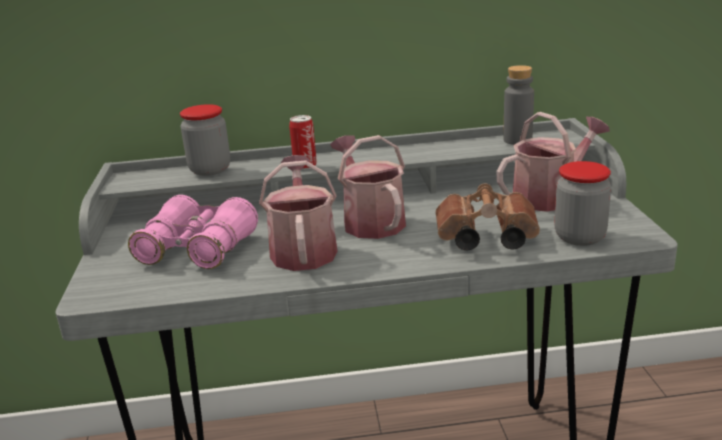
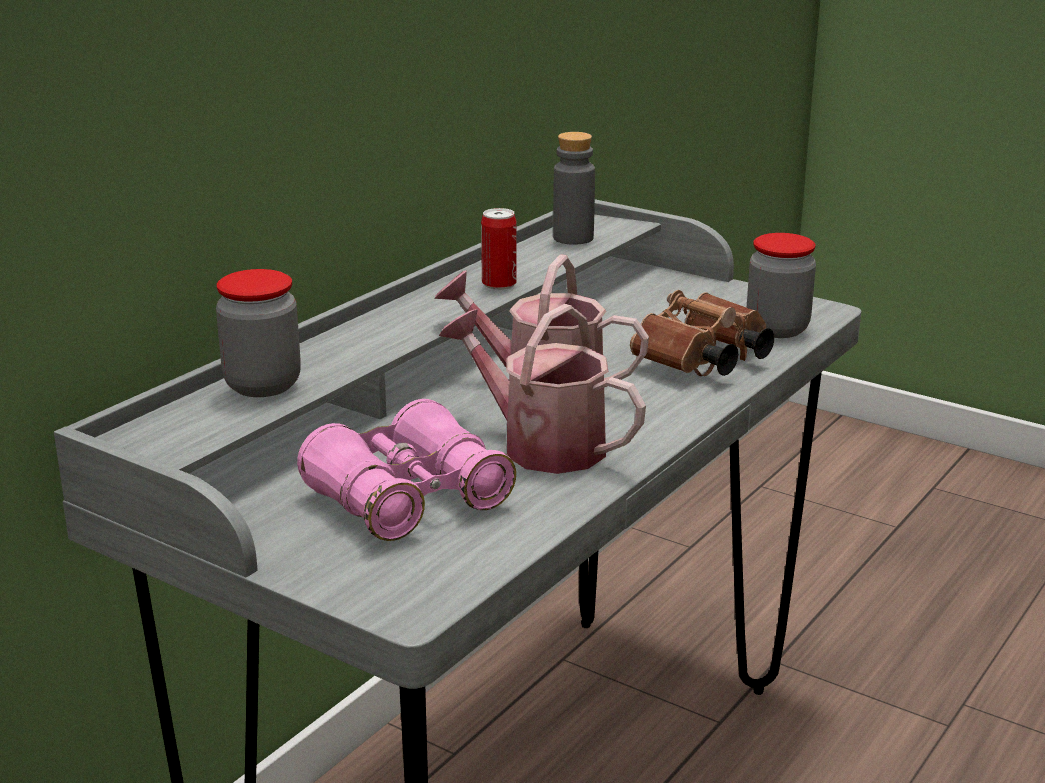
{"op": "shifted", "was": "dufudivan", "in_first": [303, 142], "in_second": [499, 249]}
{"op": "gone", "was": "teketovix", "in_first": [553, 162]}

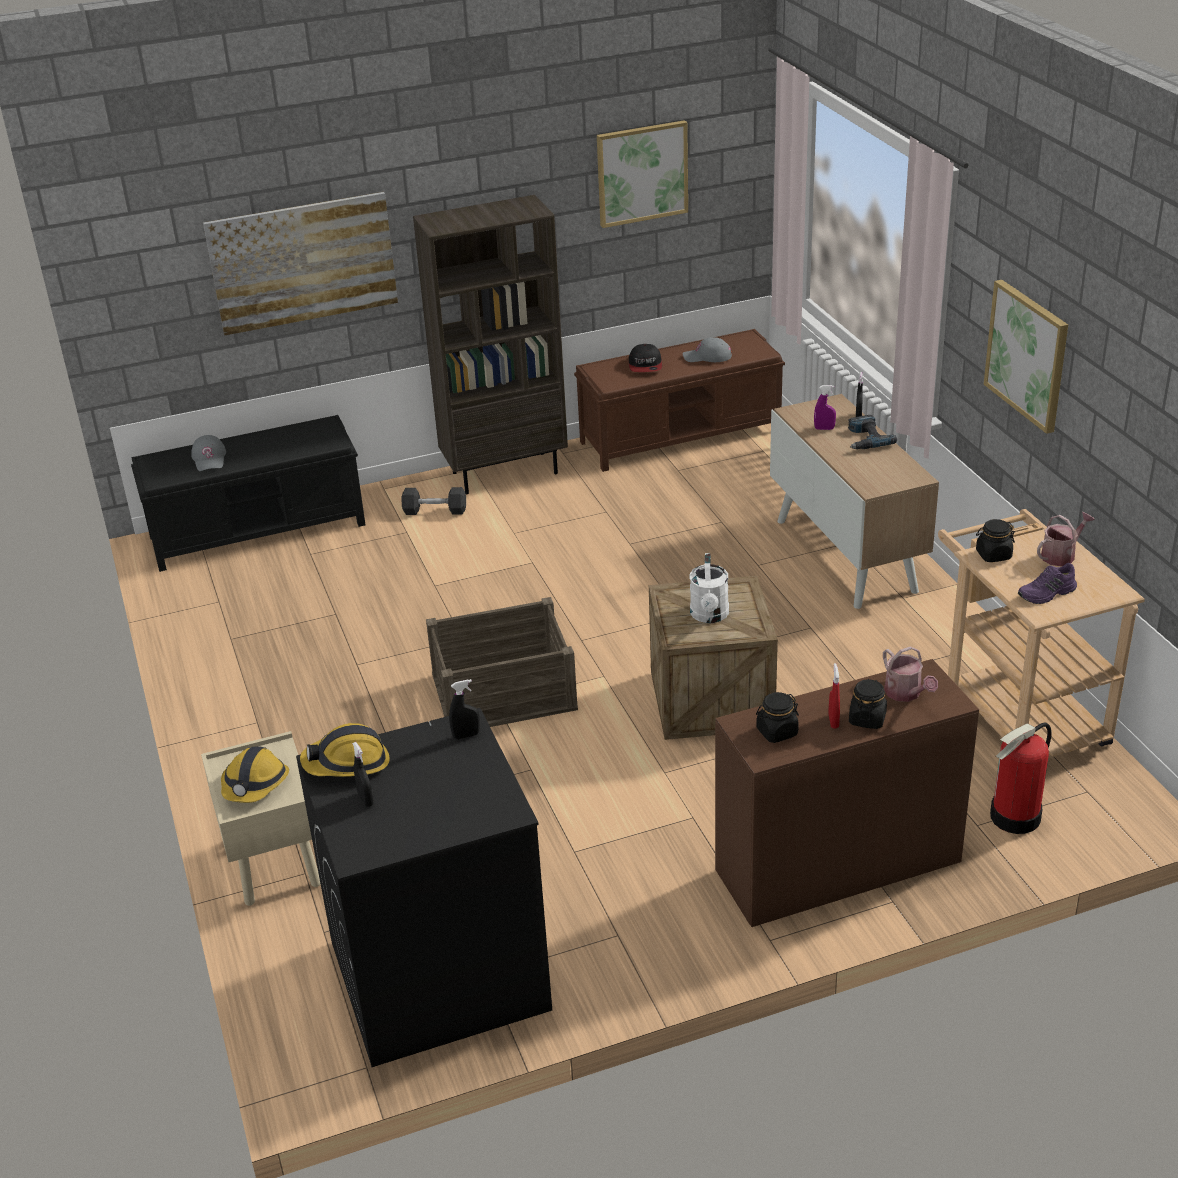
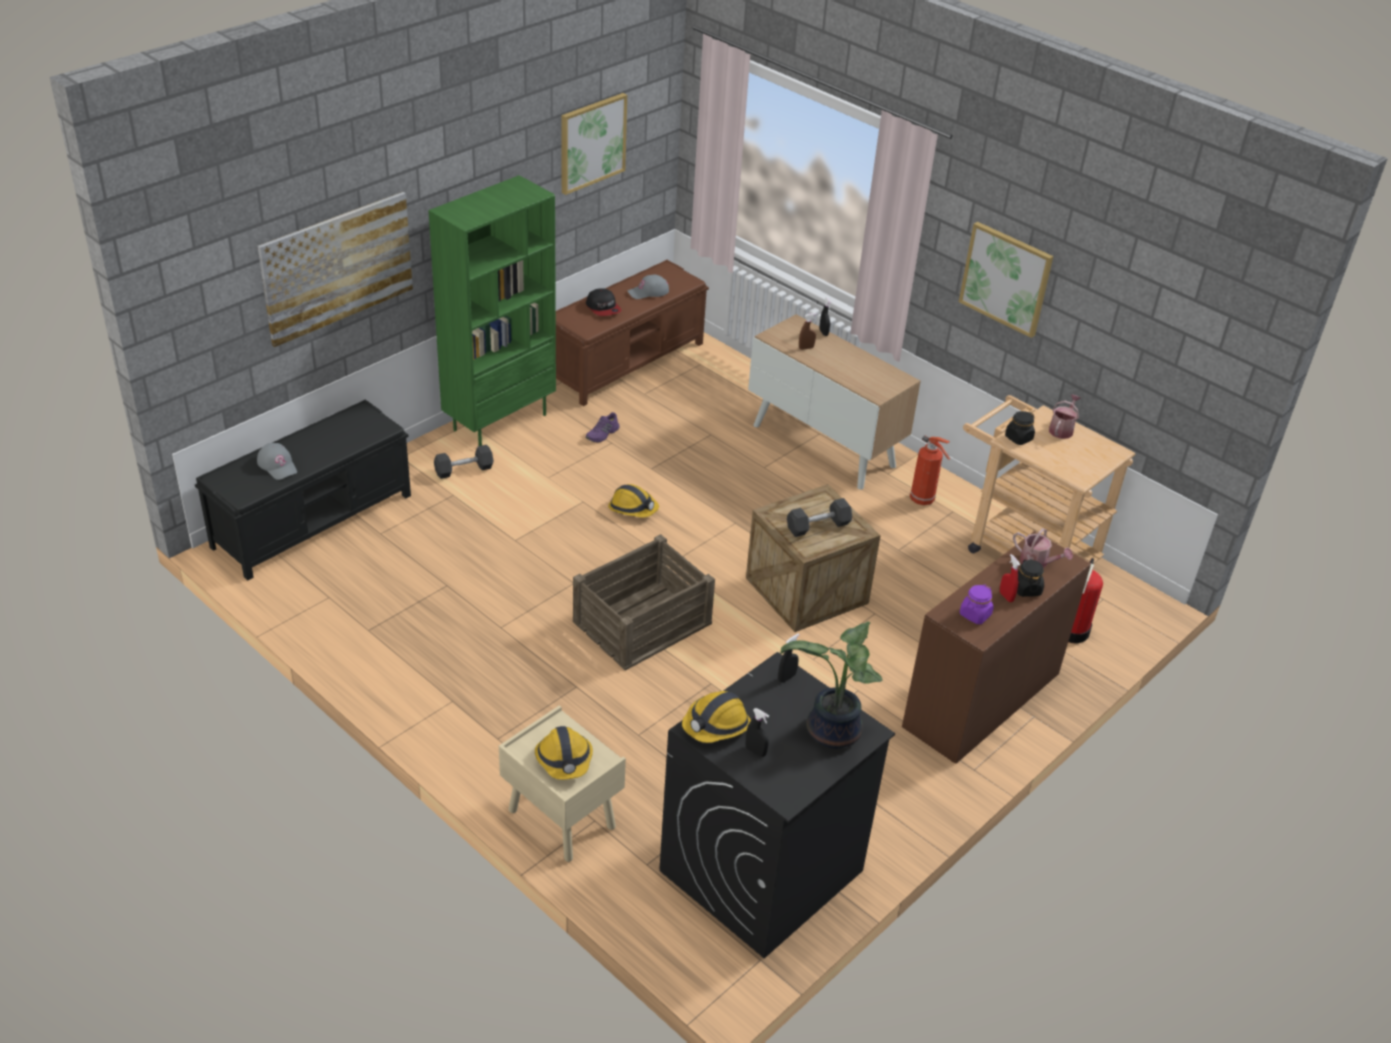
{"op": "repainted", "was": "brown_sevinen", "now": "green_sevinen", "in_first": [490, 344], "in_second": [492, 310]}
{"op": "shifted", "was": "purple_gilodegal", "in_first": [1047, 583], "in_second": [603, 427]}
{"op": "new", "now": "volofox", "in_second": [633, 500]}
{"op": "new", "now": "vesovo", "in_second": [831, 684]}
{"op": "swapped", "was": "white_teketovix", "now": "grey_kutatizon", "in_first": [709, 588], "in_second": [819, 517]}
{"op": "repainted", "was": "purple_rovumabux", "now": "brown_rovumabux", "in_first": [825, 407], "in_second": [808, 331]}
{"op": "new", "now": "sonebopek", "in_second": [930, 470]}
{"op": "repainted", "was": "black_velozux", "now": "purple_velozux", "in_first": [777, 717], "in_second": [977, 604]}
{"op": "gone", "was": "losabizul", "in_first": [872, 432]}

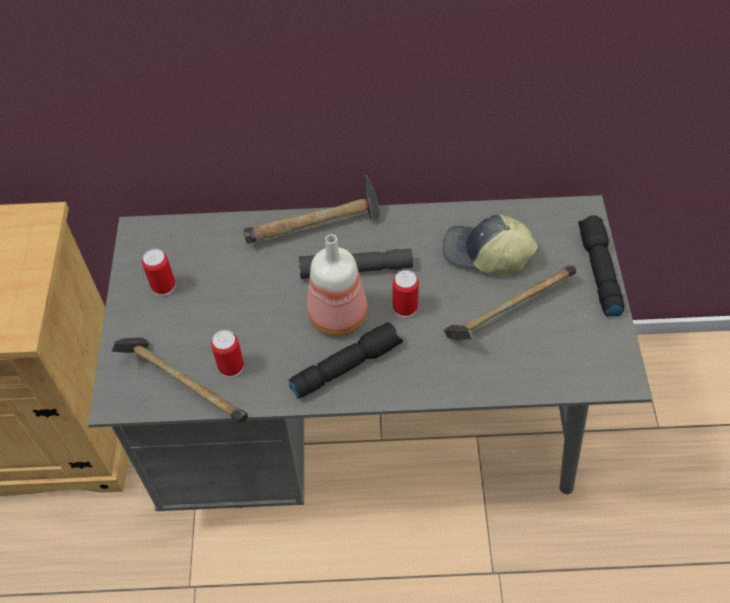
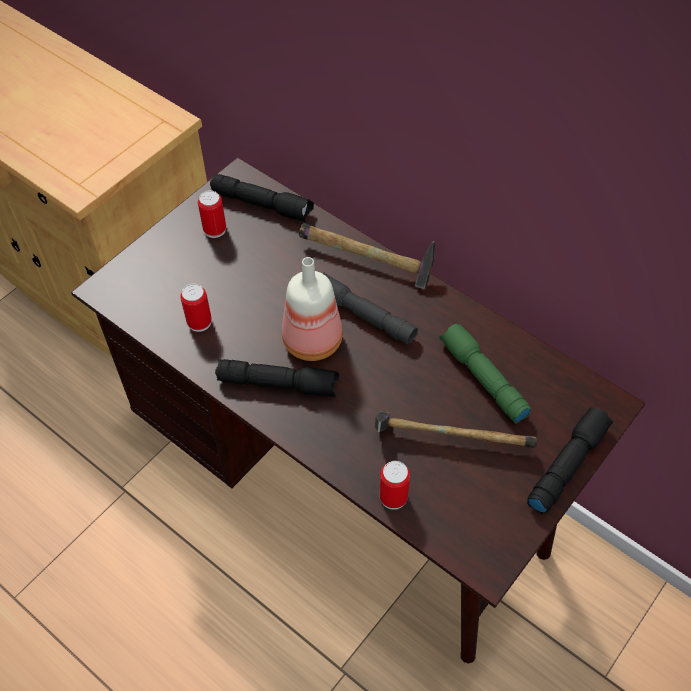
{"op": "repainted", "was": "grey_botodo", "now": "brown_botodo", "in_first": [370, 353], "in_second": [358, 410]}
{"op": "new", "now": "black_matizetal", "in_second": [262, 198]}
{"op": "shifted", "was": "dufudivan", "in_first": [406, 294], "in_second": [394, 485]}
{"op": "swapped", "was": "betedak", "now": "green_matizetal", "in_first": [490, 244], "in_second": [485, 374]}
{"op": "gone", "was": "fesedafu", "in_first": [179, 380]}

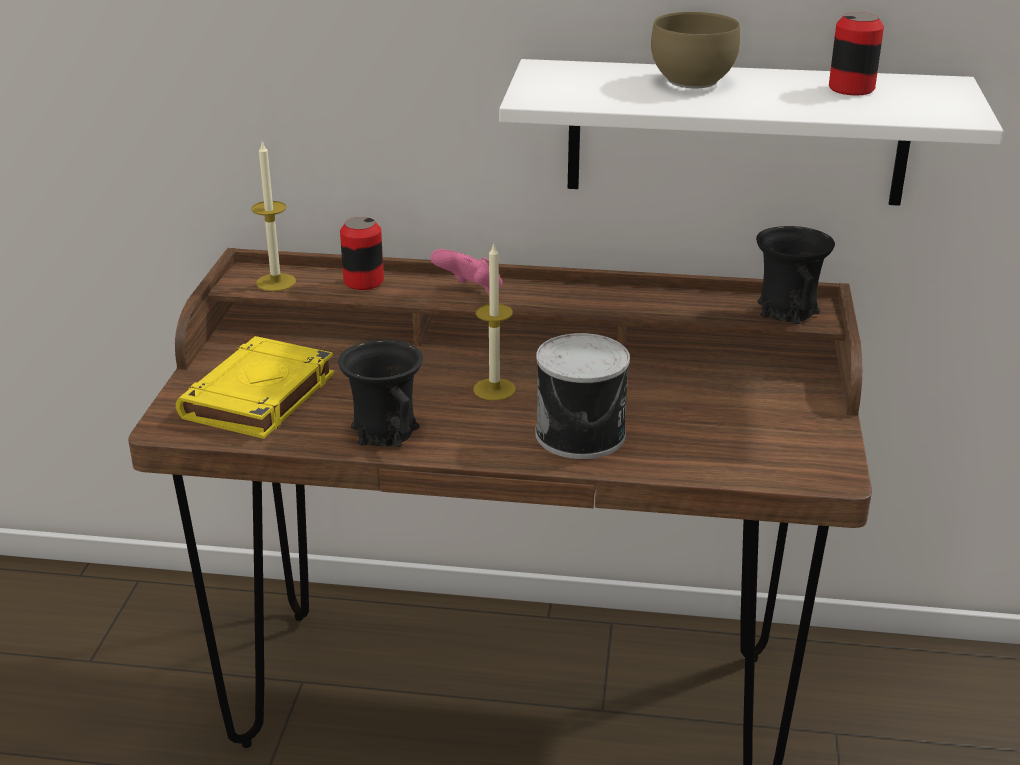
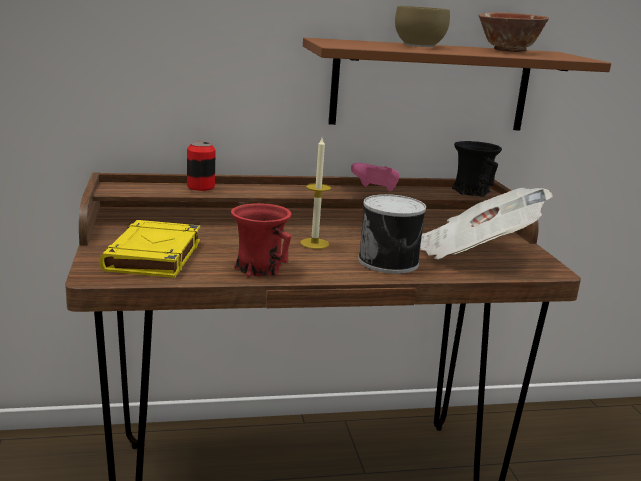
{"op": "repainted", "was": "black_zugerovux", "now": "red_zugerovux", "in_first": [380, 393], "in_second": [261, 240]}
{"op": "repainted", "was": "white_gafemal", "now": "brown_gafemal", "in_first": [751, 132], "in_second": [457, 84]}
{"op": "shifted", "was": "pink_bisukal", "in_first": [466, 271], "in_second": [375, 177]}
{"op": "new", "now": "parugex", "in_second": [486, 223]}
{"op": "swapped", "was": "dufudivan", "now": "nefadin", "in_first": [856, 53], "in_second": [513, 32]}
{"op": "gone", "was": "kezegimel", "in_first": [273, 216]}

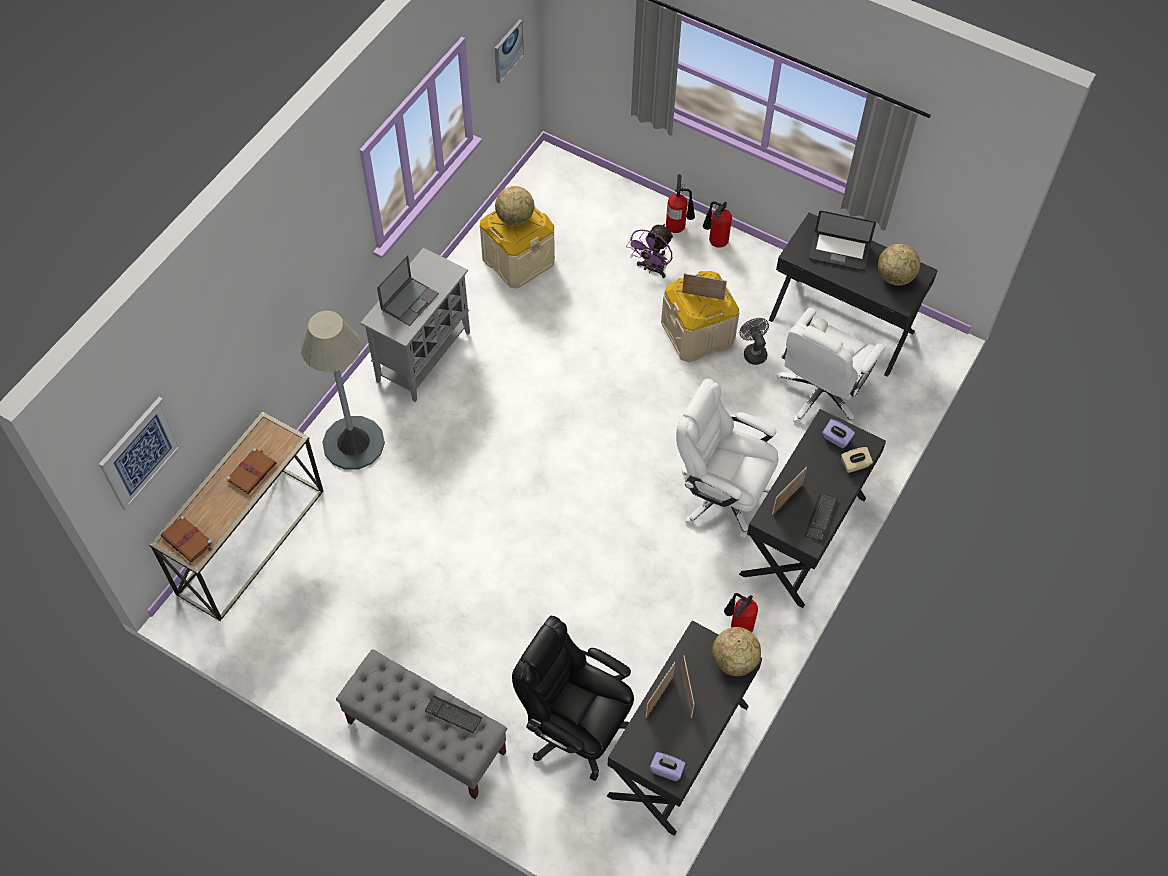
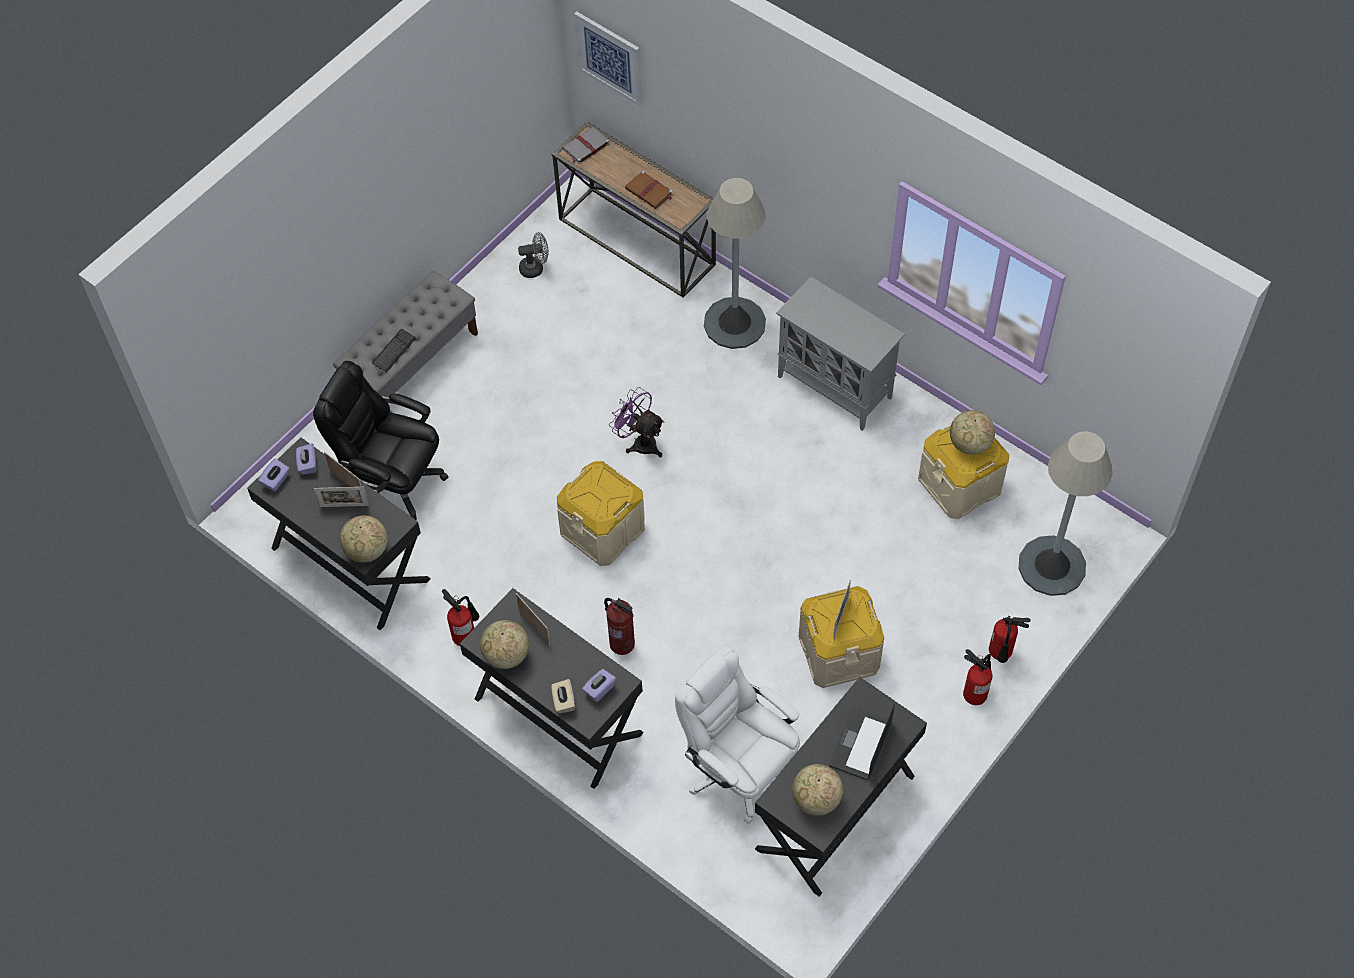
{"op": "new", "now": "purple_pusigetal", "in_second": [306, 459]}
{"op": "rotated", "was": "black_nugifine", "in_first": [573, 698], "in_second": [380, 440], "clockwise": -105}
{"op": "swapped", "was": "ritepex", "now": "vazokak", "in_first": [821, 517], "in_second": [504, 644]}
{"op": "shifted", "was": "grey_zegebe", "in_first": [754, 341], "in_second": [533, 255]}
{"op": "new", "now": "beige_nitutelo", "in_second": [601, 513]}
{"op": "repainted", "was": "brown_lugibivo", "now": "grey_lugibivo", "in_first": [187, 538], "in_second": [586, 145]}
{"op": "swapped", "was": "white_nugifine", "now": "sonebopek", "in_first": [727, 458], "in_second": [619, 626]}
{"op": "shifted", "was": "purple_zegebe", "in_first": [649, 251], "in_second": [637, 422]}
{"op": "new", "now": "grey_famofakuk", "in_second": [1065, 513]}
{"op": "gone", "was": "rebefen", "in_first": [408, 290]}
{"op": "gone", "was": "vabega", "in_first": [509, 51]}

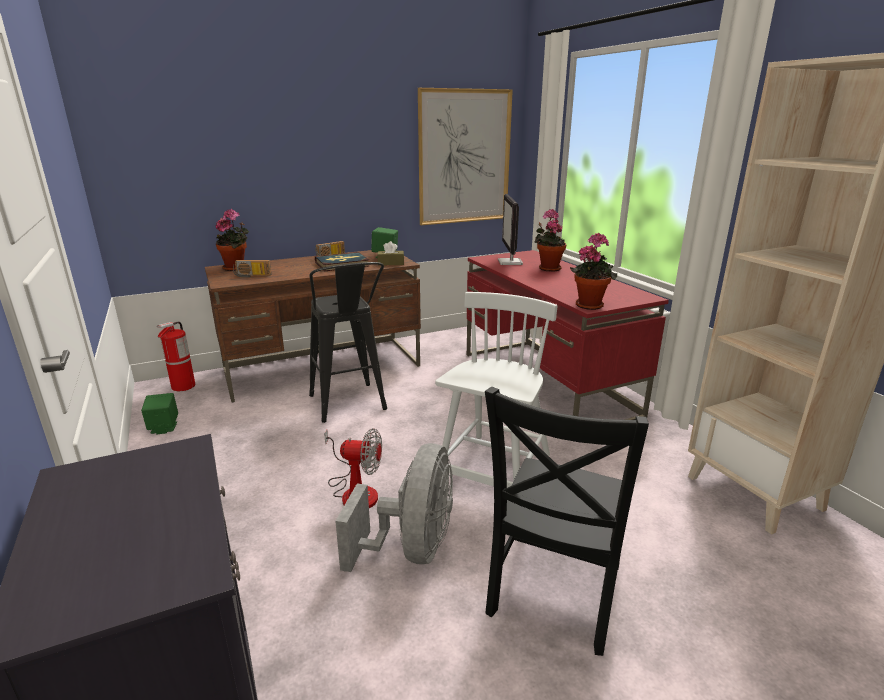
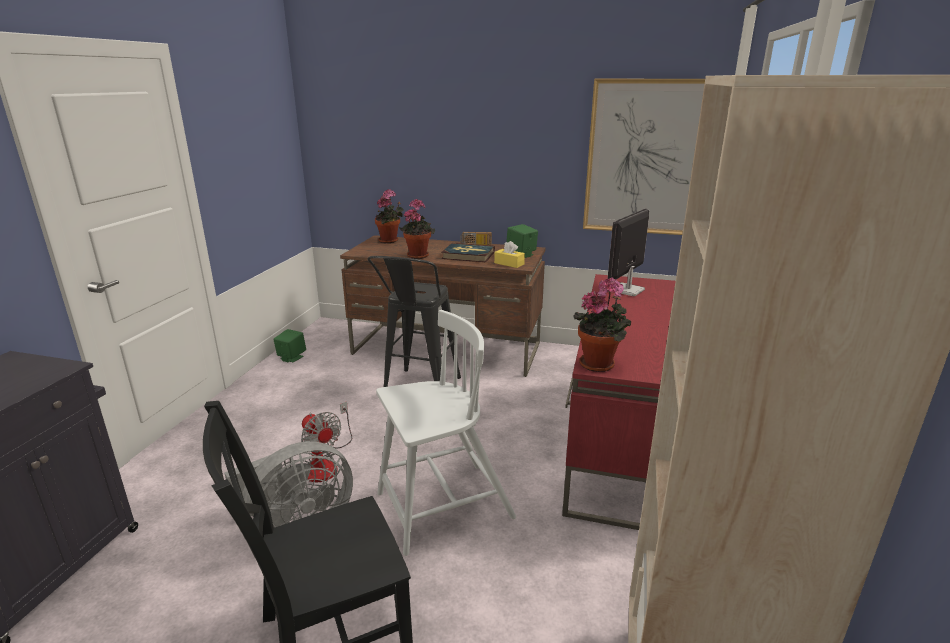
{"op": "shifted", "was": "vesovo", "in_first": [551, 240], "in_second": [417, 228]}
{"op": "repainted", "was": "brown_pusigetal", "now": "yellow_pusigetal", "in_first": [390, 253], "in_second": [509, 254]}
{"op": "gone", "was": "sonebopek", "in_first": [176, 356]}
{"op": "gone", "was": "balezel", "in_first": [252, 269]}

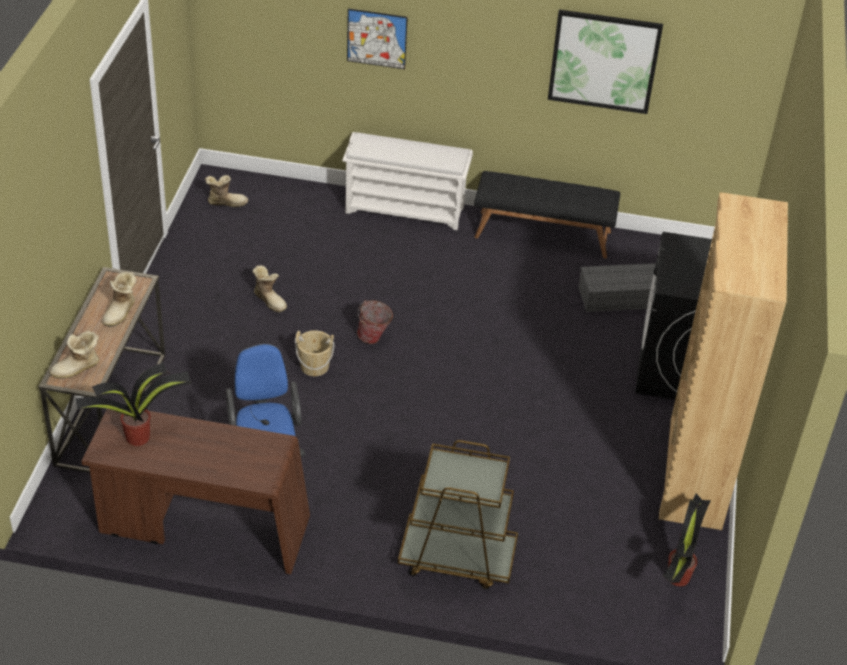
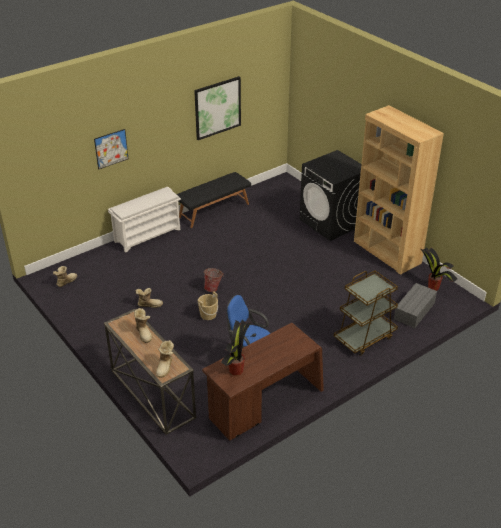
{"op": "shifted", "was": "grey_nitutelo", "in_first": [617, 287], "in_second": [415, 305]}

